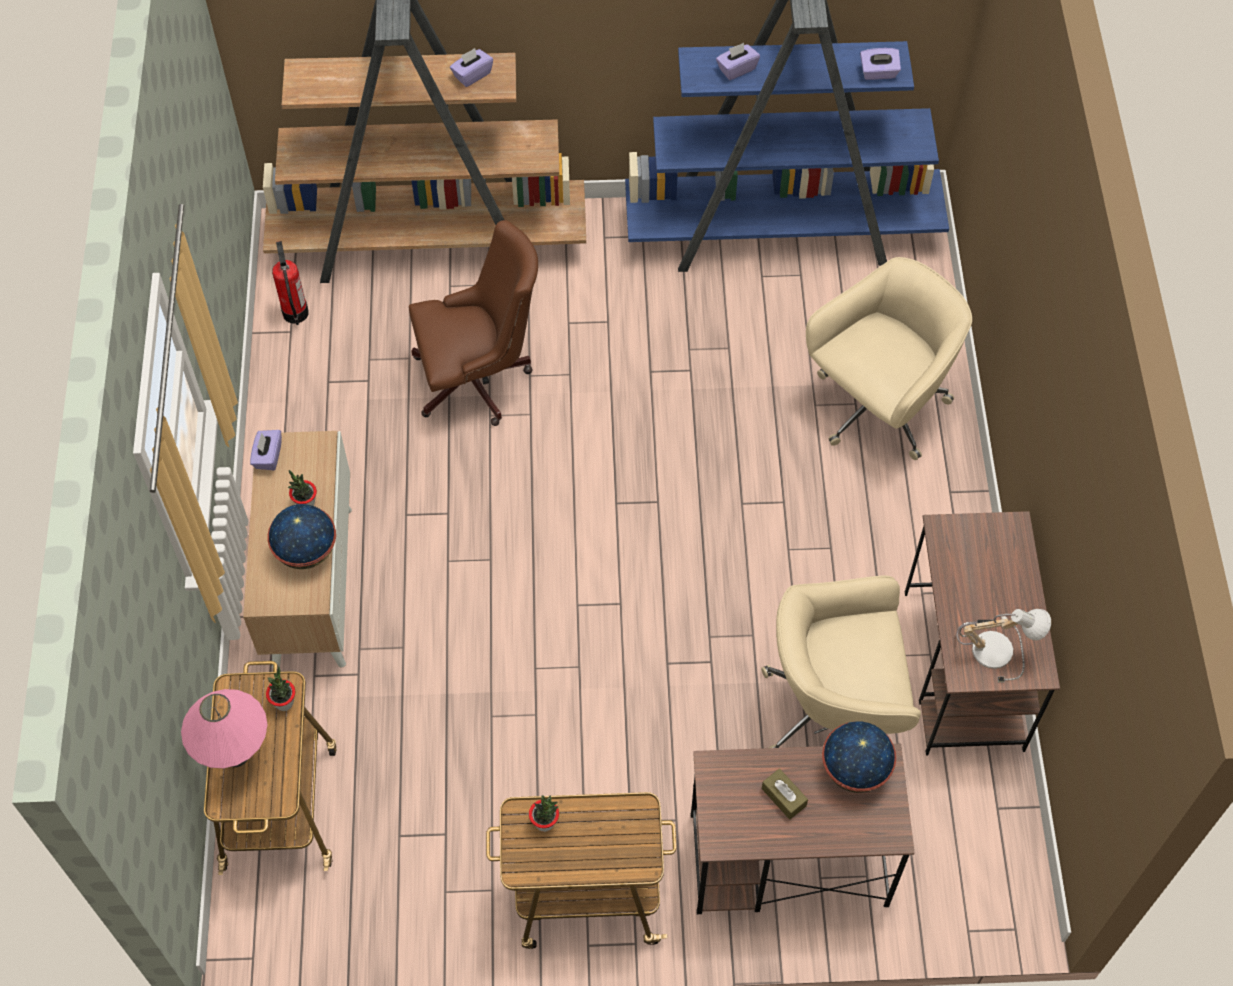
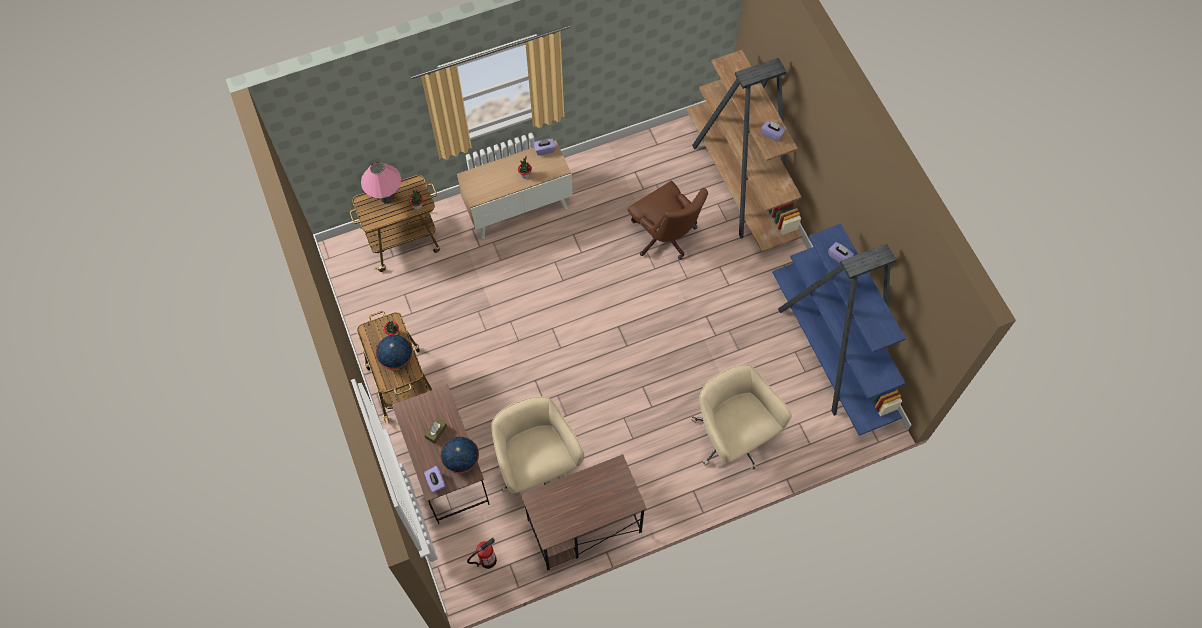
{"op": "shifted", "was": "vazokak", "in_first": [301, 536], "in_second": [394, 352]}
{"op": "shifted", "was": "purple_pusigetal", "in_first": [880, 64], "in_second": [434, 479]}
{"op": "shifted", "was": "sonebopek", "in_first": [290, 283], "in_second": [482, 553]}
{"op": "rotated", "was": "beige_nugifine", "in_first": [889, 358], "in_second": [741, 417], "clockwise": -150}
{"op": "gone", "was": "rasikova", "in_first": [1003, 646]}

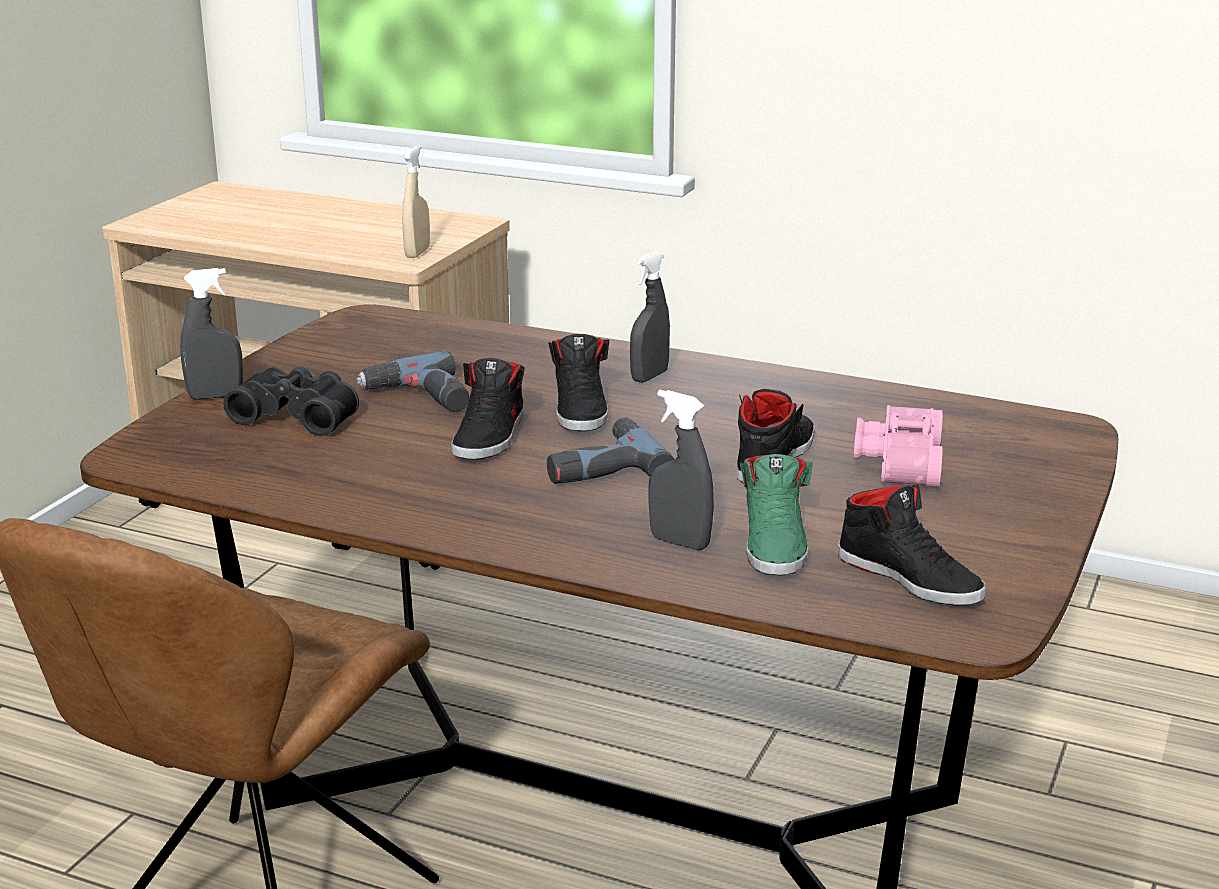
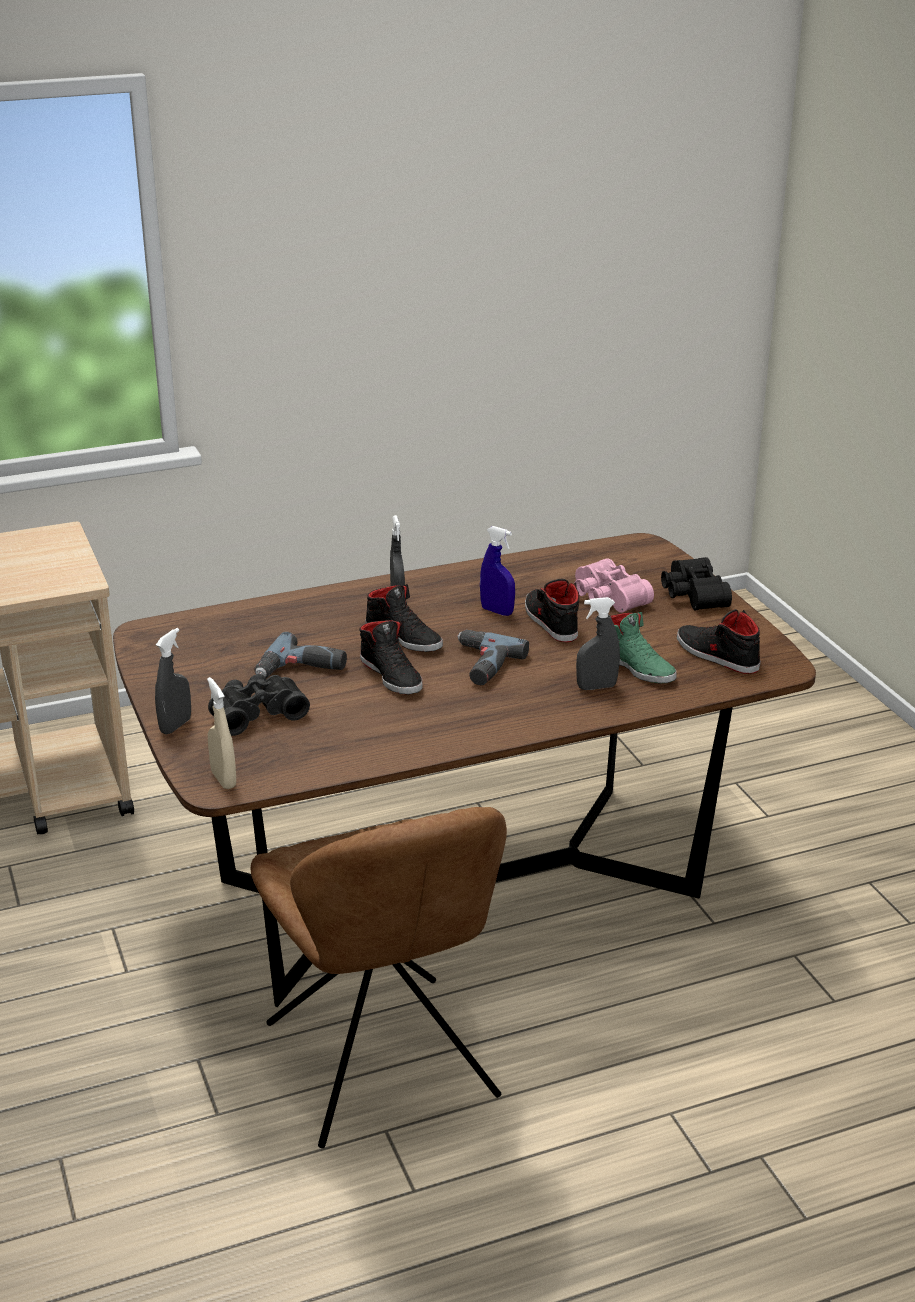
{"op": "shifted", "was": "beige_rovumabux", "in_first": [416, 201], "in_second": [221, 733]}
{"op": "new", "now": "blue_rovumabux", "in_second": [497, 571]}
{"op": "new", "now": "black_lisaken", "in_second": [696, 583]}
{"op": "rotated", "was": "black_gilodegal", "in_first": [912, 545], "in_second": [719, 641], "clockwise": -135}

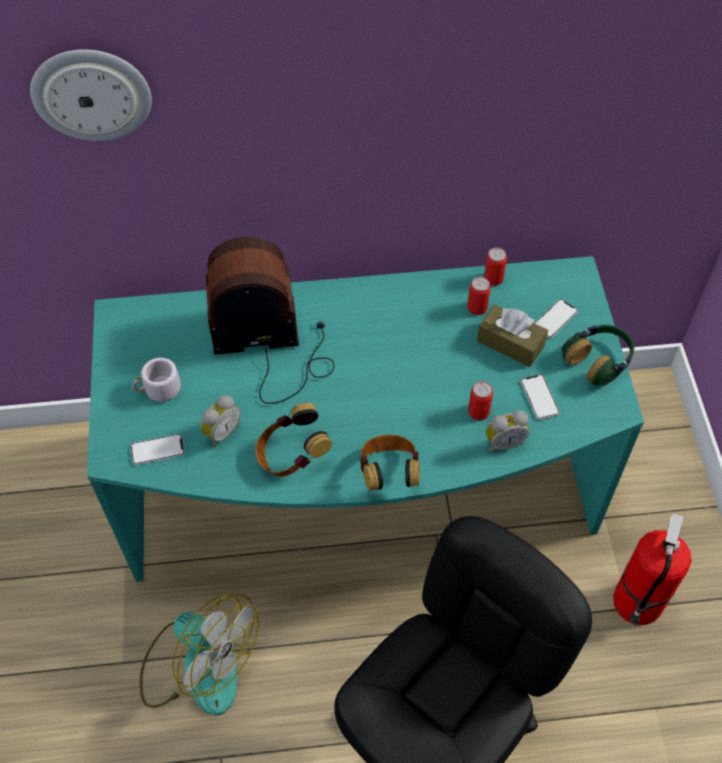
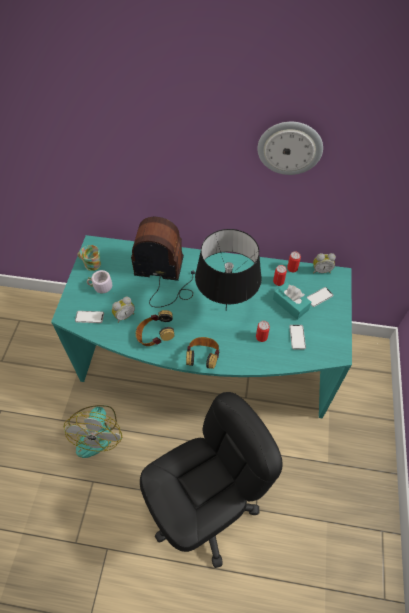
{"op": "rotated", "was": "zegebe", "in_first": [199, 655], "in_second": [93, 431], "clockwise": 45}
{"op": "new", "now": "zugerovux", "in_second": [89, 258]}
{"op": "new", "now": "black_rasikova", "in_second": [228, 269]}
{"op": "shifted", "was": "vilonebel", "in_first": [91, 95], "in_second": [290, 148]}
{"op": "repainted", "was": "brown_pusigetal", "now": "turquoise_pusigetal", "in_first": [512, 336], "in_second": [292, 301]}
{"op": "shifted", "was": "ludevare", "in_first": [508, 431], "in_second": [324, 263]}
{"op": "gone", "was": "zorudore", "in_first": [598, 355]}
{"op": "gone", "was": "sonebopek", "in_first": [652, 569]}

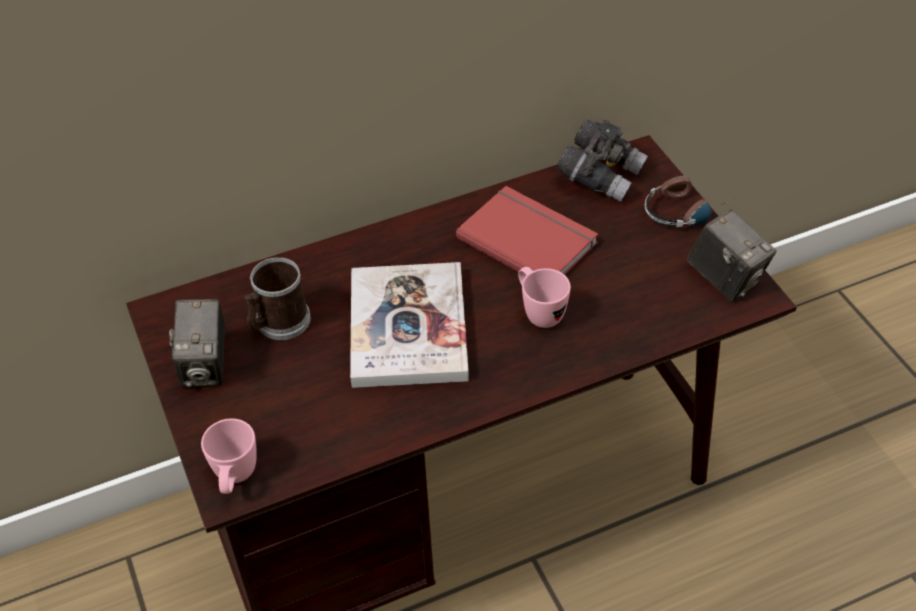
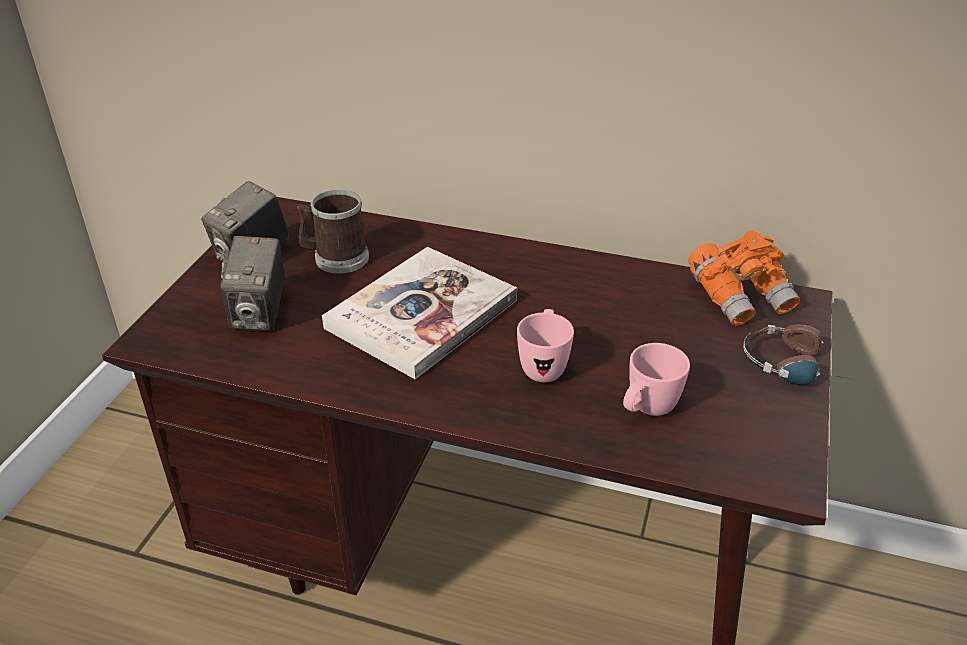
{"op": "shifted", "was": "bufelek", "in_first": [732, 255], "in_second": [253, 283]}
{"op": "shifted", "was": "pink_zugerovux", "in_first": [229, 456], "in_second": [656, 379]}
{"op": "repainted", "was": "grey_lisaken", "now": "orange_lisaken", "in_first": [602, 161], "in_second": [744, 278]}
{"op": "gone", "was": "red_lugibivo", "in_first": [527, 230]}

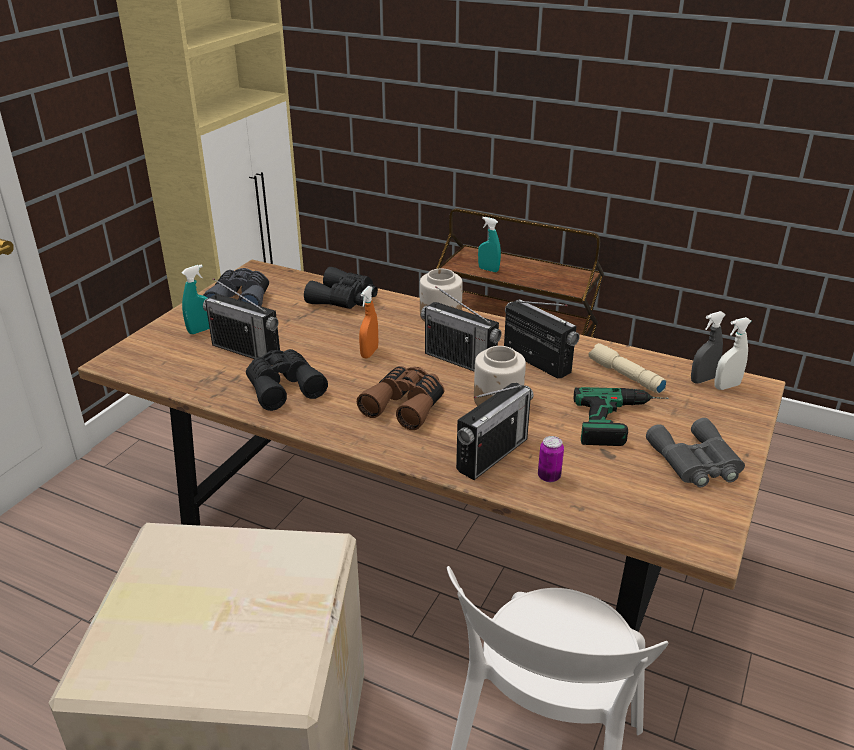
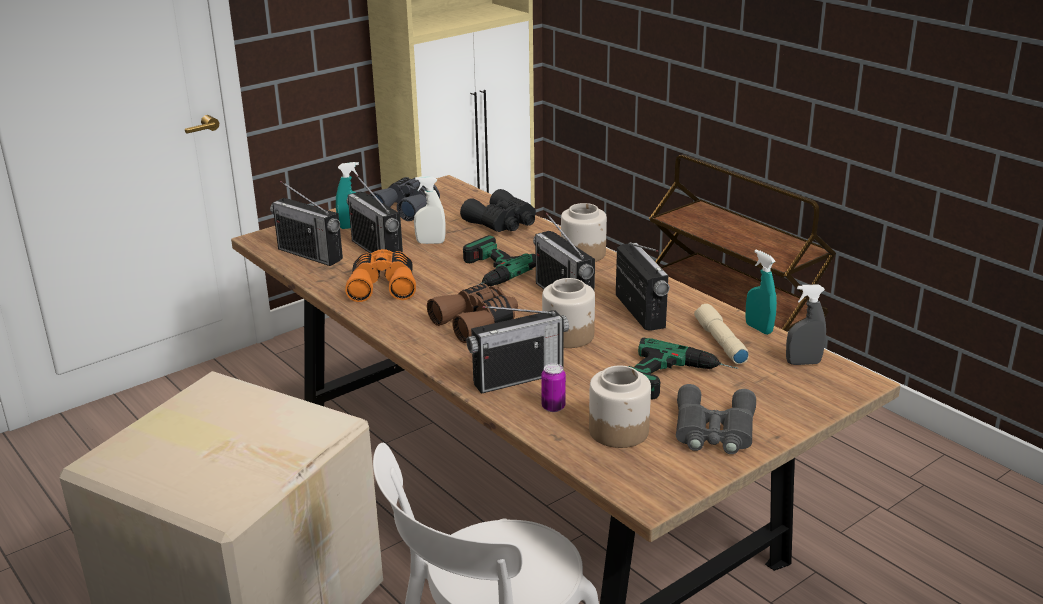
{"op": "new", "now": "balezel", "in_second": [306, 223]}
{"op": "repainted", "was": "black_lisaken", "now": "orange_lisaken", "in_first": [287, 380], "in_second": [380, 275]}
{"op": "shifted", "was": "white_rovumabux", "in_first": [732, 353], "in_second": [430, 210]}
{"op": "swapped", "was": "orange_rovumabux", "now": "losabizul", "in_first": [368, 322], "in_second": [499, 260]}
{"op": "new", "now": "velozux", "in_second": [620, 407]}
{"op": "shifted", "was": "turquoise_rovumabux", "in_first": [489, 244], "in_second": [761, 292]}

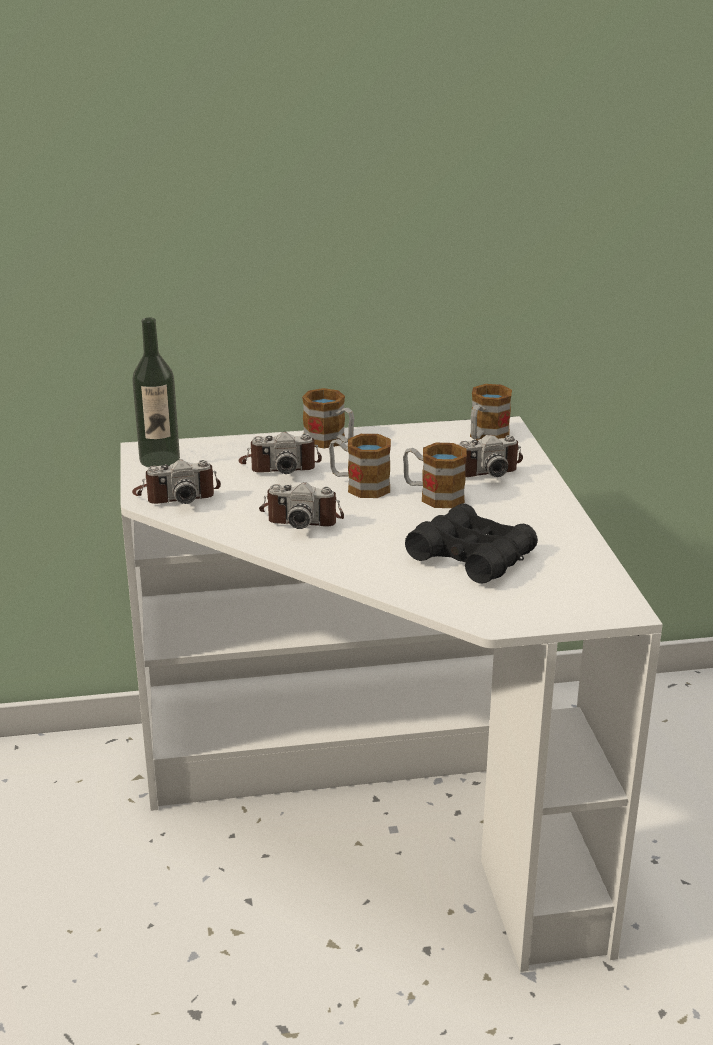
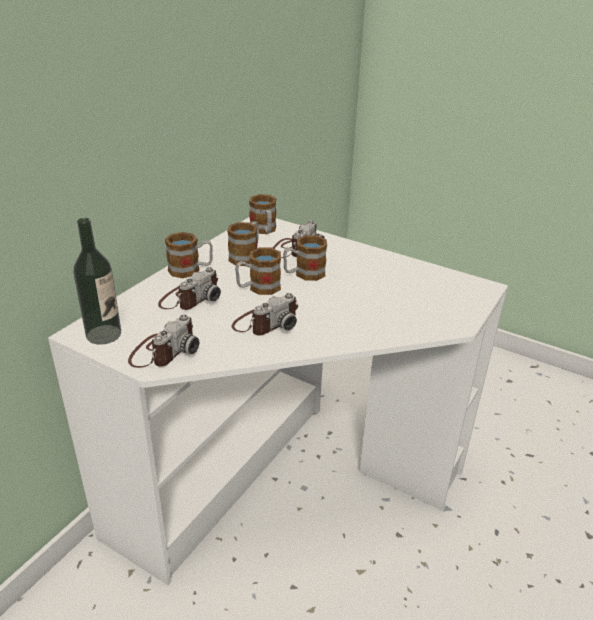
{"op": "new", "now": "zugerovux", "in_second": [243, 244]}
{"op": "gone", "was": "black_lisaken", "in_first": [471, 544]}

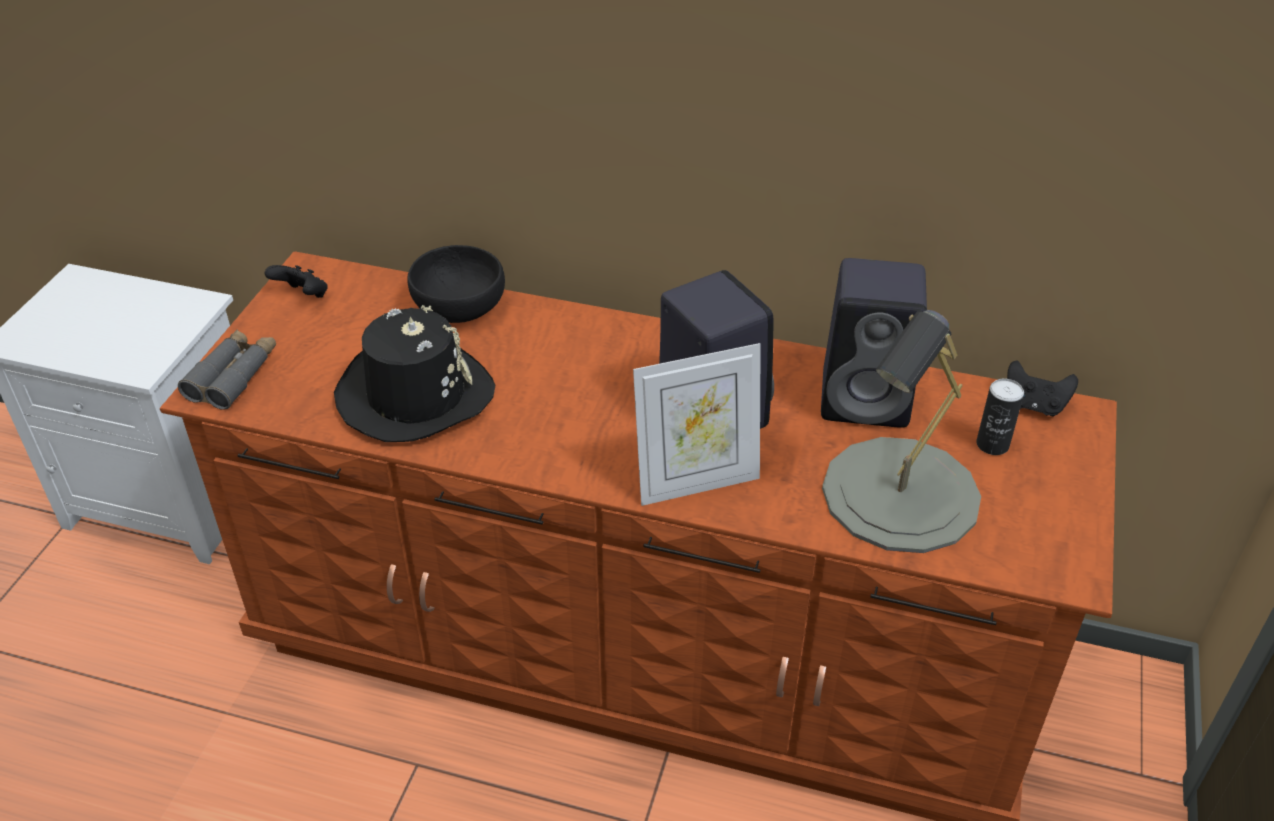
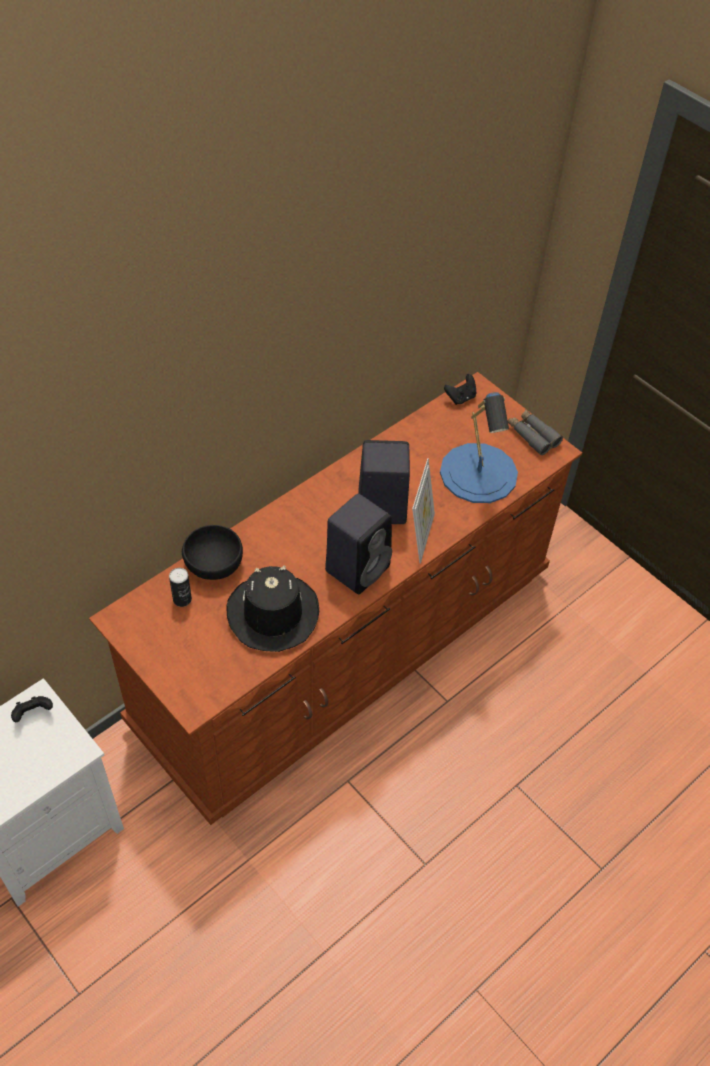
{"op": "shifted", "was": "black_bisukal", "in_first": [296, 281], "in_second": [32, 709]}
{"op": "shifted", "was": "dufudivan", "in_first": [1000, 416], "in_second": [180, 587]}
{"op": "shifted", "was": "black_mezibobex", "in_first": [874, 343], "in_second": [358, 543]}
{"op": "repainted", "was": "grey_rasikova", "now": "blue_rasikova", "in_first": [901, 431], "in_second": [479, 447]}
{"op": "shifted", "was": "grey_lisaken", "in_first": [227, 369], "in_second": [535, 432]}

